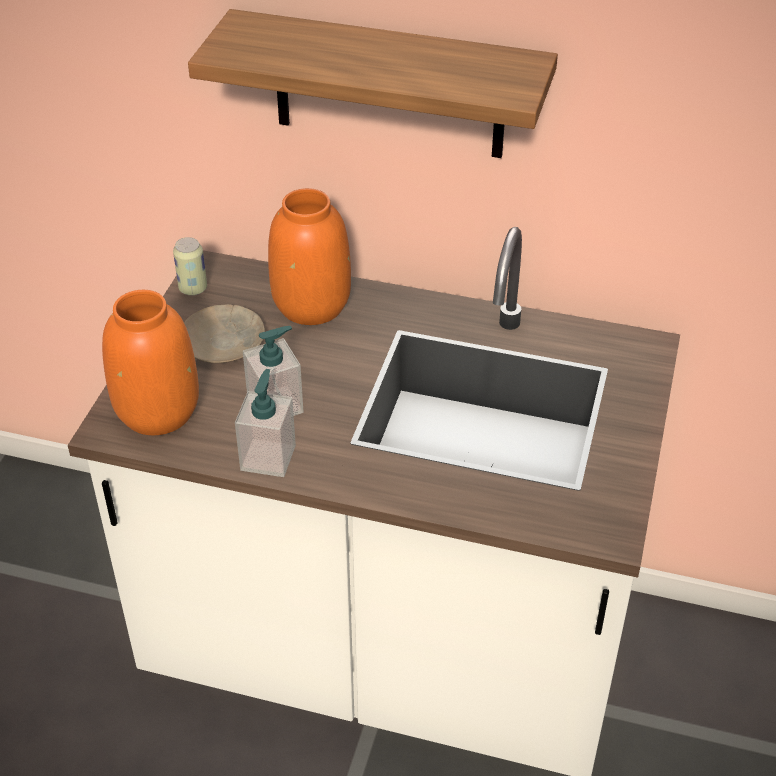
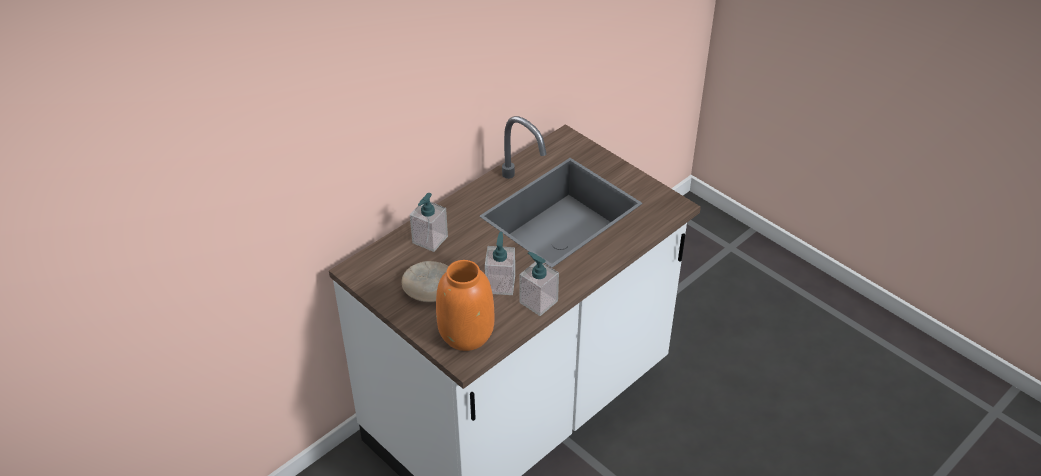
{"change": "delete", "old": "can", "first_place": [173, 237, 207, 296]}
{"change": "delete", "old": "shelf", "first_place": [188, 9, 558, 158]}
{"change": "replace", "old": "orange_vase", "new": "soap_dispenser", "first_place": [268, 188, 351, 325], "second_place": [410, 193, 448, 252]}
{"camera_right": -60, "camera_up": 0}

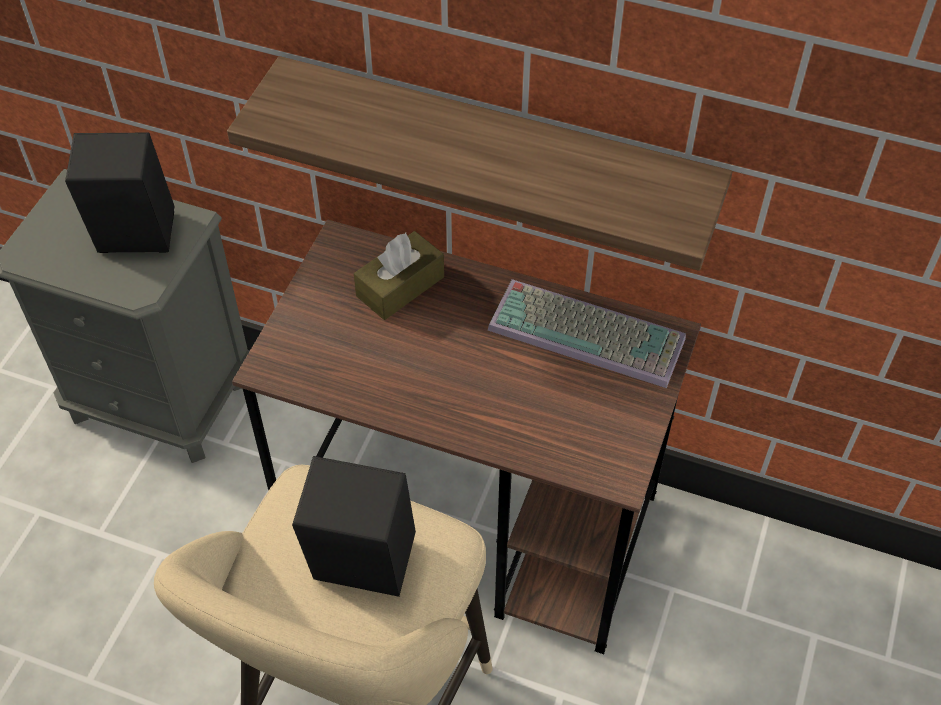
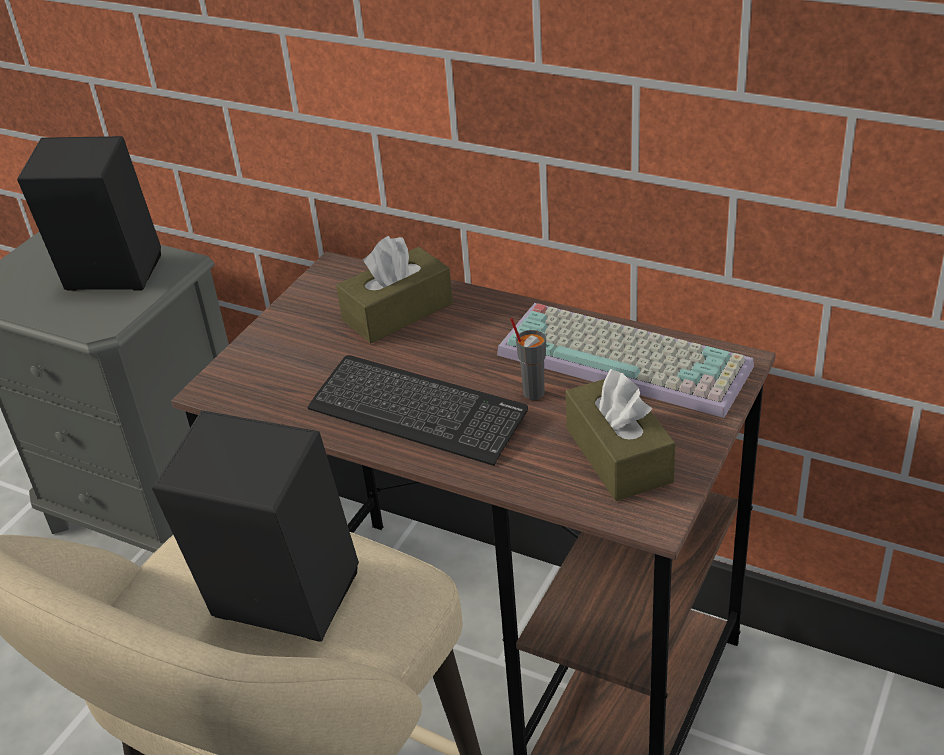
{"change": "delete", "old": "shelf", "first_place": [227, 56, 732, 271]}
{"change": "insert", "new": "keyboard", "second_place": [307, 355, 528, 466]}
{"change": "insert", "new": "grey_cup", "second_place": [510, 318, 546, 400]}
{"change": "insert", "new": "brown_tissue_box", "second_place": [565, 369, 676, 501]}
{"camera_right": 10, "camera_up": -15}

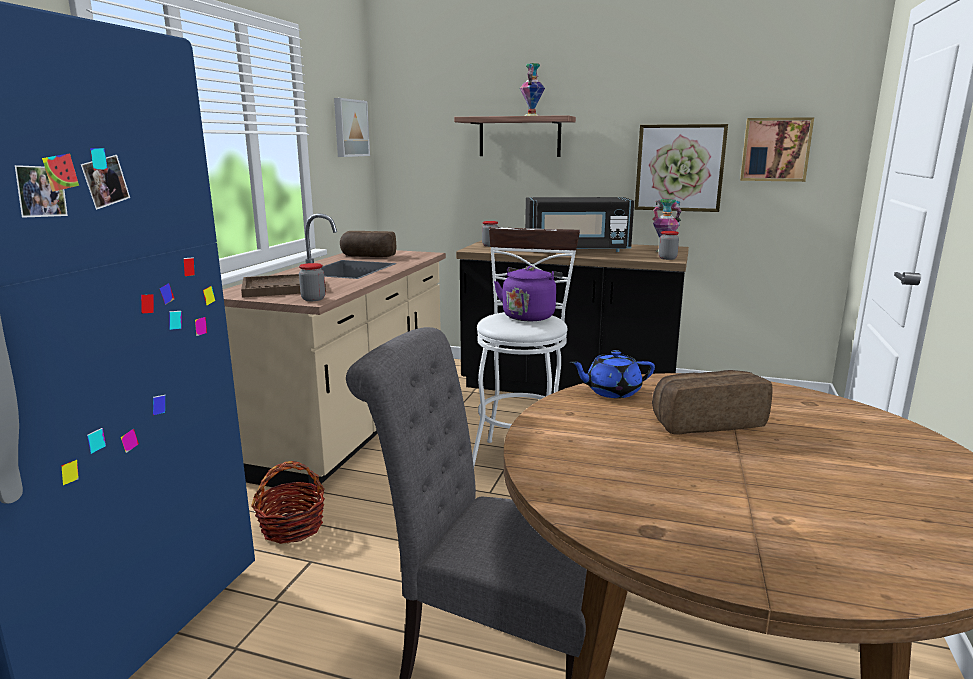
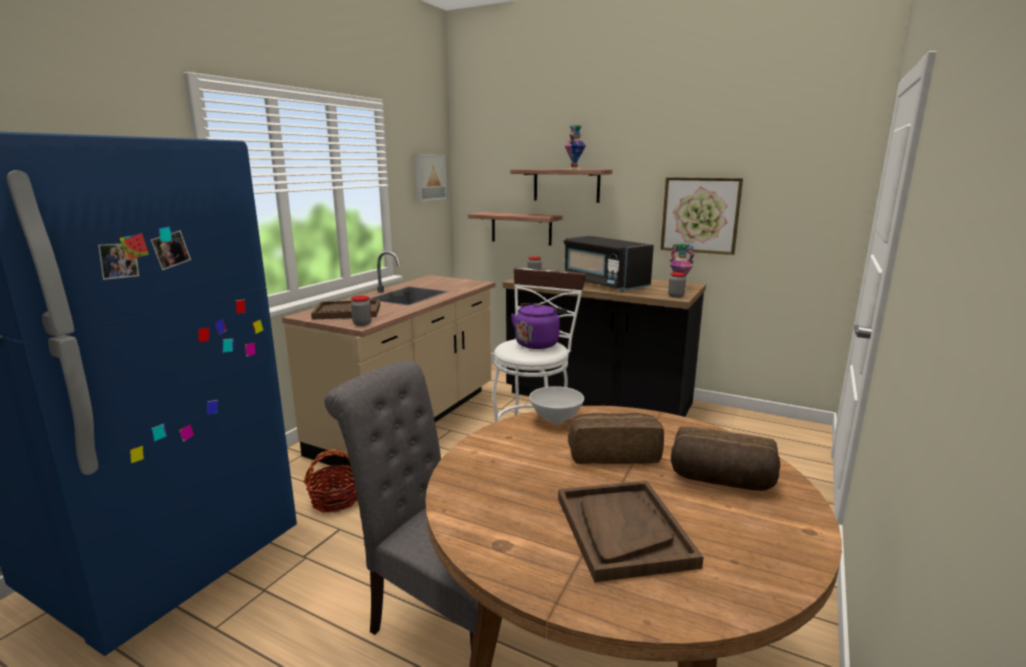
{"change": "move", "old": "bread", "first_place": [340, 231, 396, 257], "second_place": [671, 426, 780, 491]}
{"change": "rotate", "old": "black_microwave", "first_place": [525, 197, 634, 252], "second_place": [564, 236, 654, 292], "degrees": 45}
{"change": "replace", "old": "blue_teapot", "new": "white_bowl", "first_place": [570, 350, 655, 398], "second_place": [529, 386, 584, 424]}
{"change": "delete", "old": "picture", "first_place": [740, 117, 814, 182]}
{"change": "insert", "new": "shelf", "second_place": [468, 212, 562, 246]}
{"change": "insert", "new": "brown_tray", "second_place": [558, 481, 704, 582]}
{"camera_right": 10, "camera_up": 0}

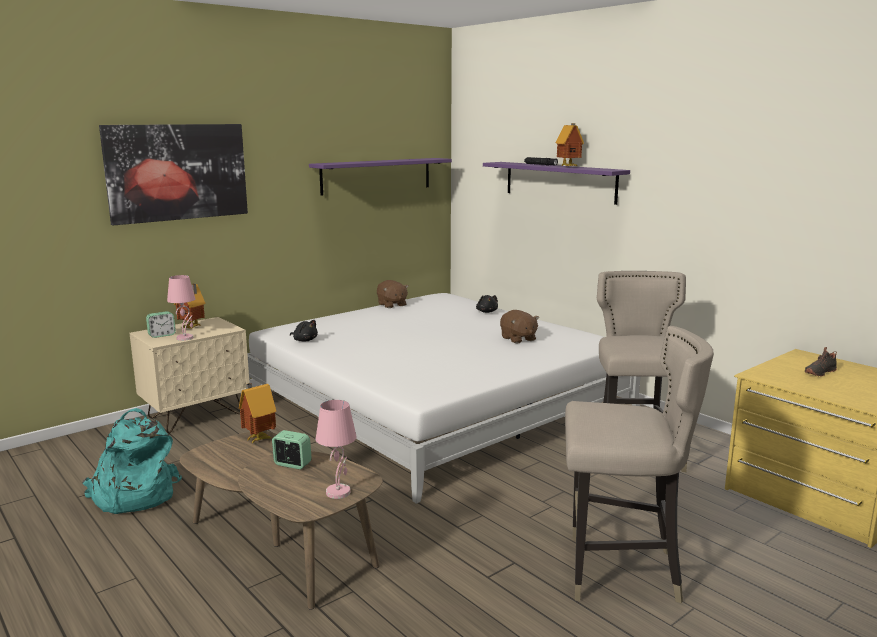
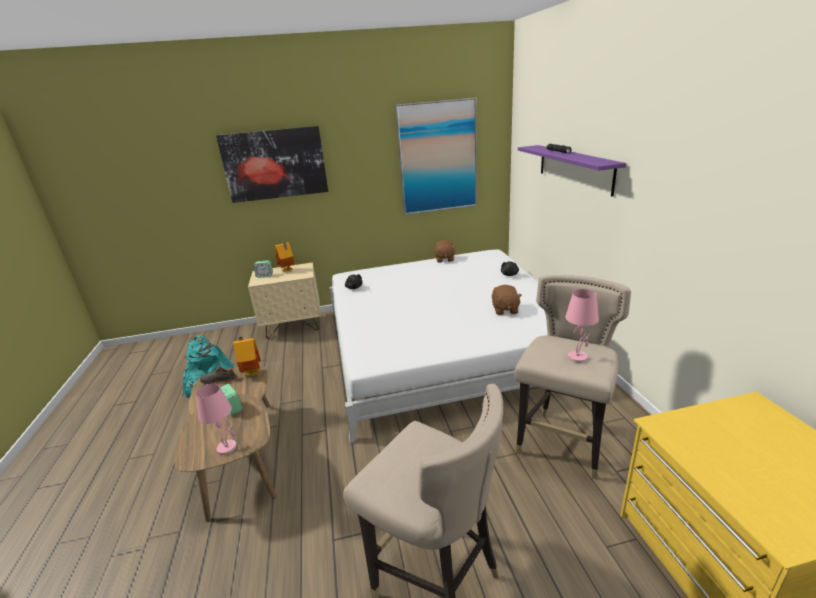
{"change": "move", "old": "pink_table_lamp", "first_place": [167, 275, 195, 341], "second_place": [565, 289, 599, 363]}
{"change": "replace", "old": "purple_shelf", "new": "picture", "first_place": [309, 158, 452, 196], "second_place": [395, 98, 477, 215]}
{"change": "delete", "old": "toy_house", "first_place": [556, 123, 584, 166]}
{"change": "move", "old": "black_shoe", "first_place": [805, 347, 837, 377], "second_place": [200, 364, 236, 384]}
{"camera_right": 30, "camera_up": 10}

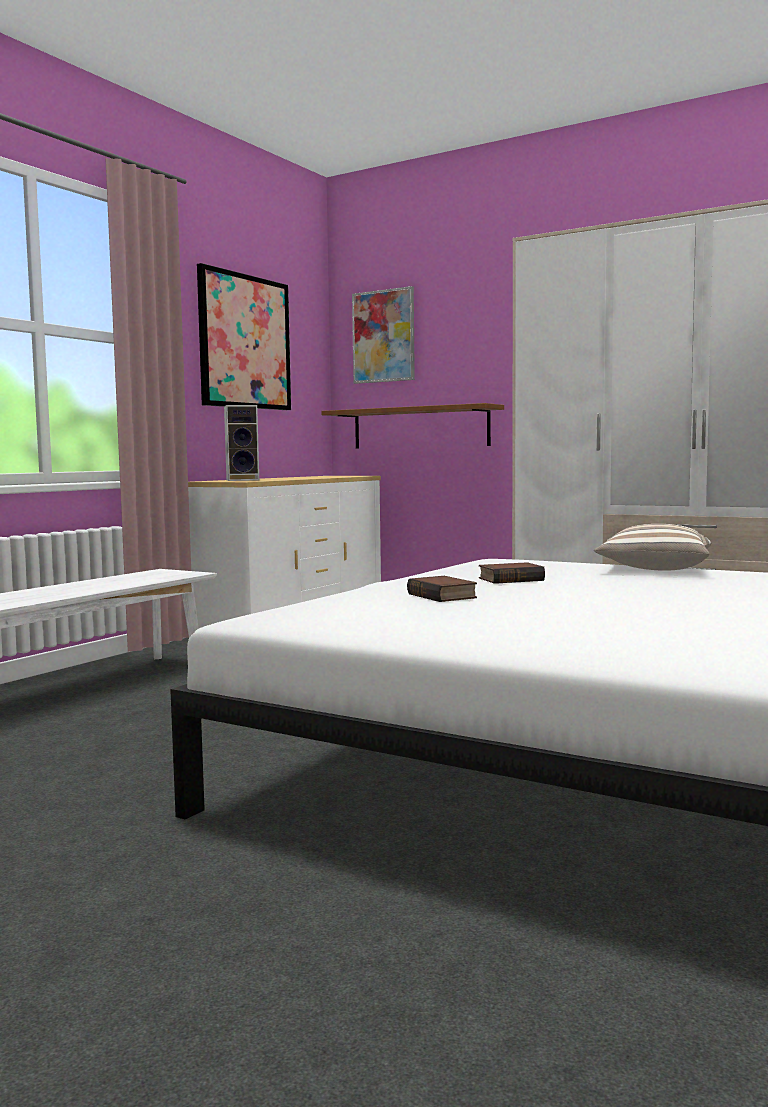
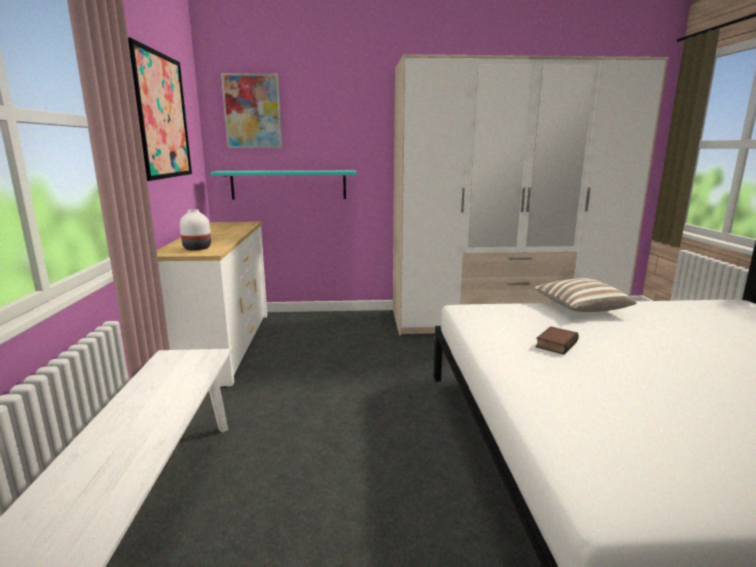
{"change": "replace", "old": "speaker", "new": "white_vase", "first_place": [224, 405, 259, 481], "second_place": [180, 209, 211, 250]}
{"change": "recolor", "old": "brown_shelf", "new": "turquoise_shelf", "first_place": [321, 403, 504, 449], "second_place": [210, 170, 357, 200]}
{"change": "delete", "old": "book", "first_place": [407, 576, 477, 602]}
{"camera_right": -35, "camera_up": 10}

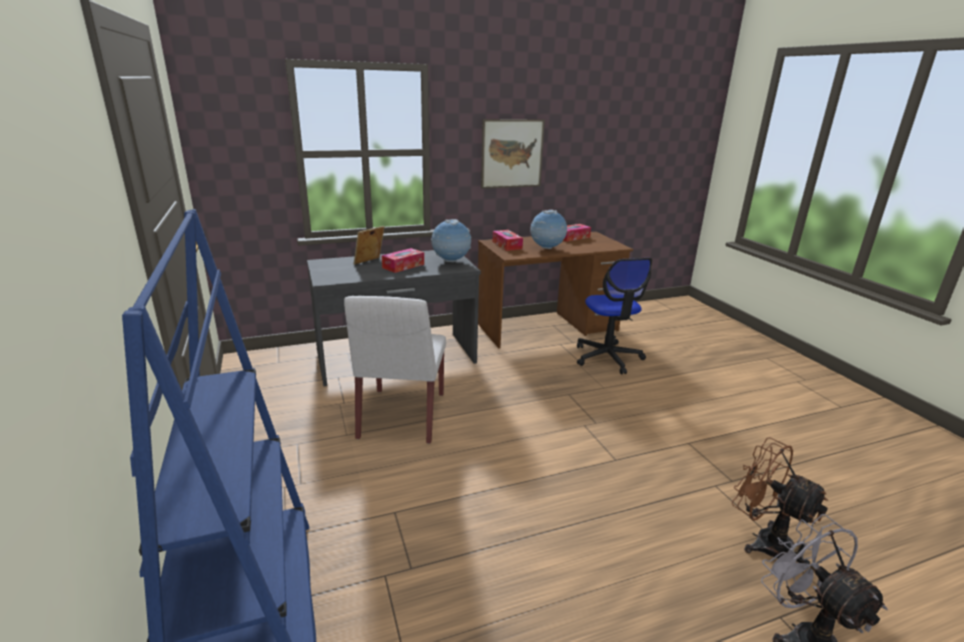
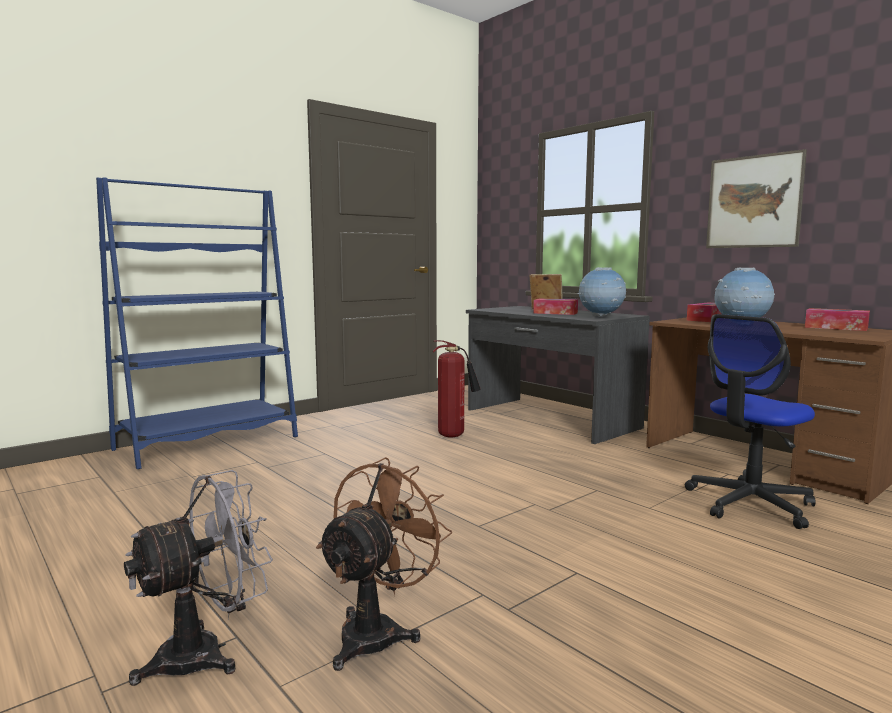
{"change": "replace", "old": "white_chair", "new": "fire_extinguisher", "first_place": [344, 296, 446, 444], "second_place": [433, 340, 480, 437]}
{"camera_right": 70, "camera_up": -15}

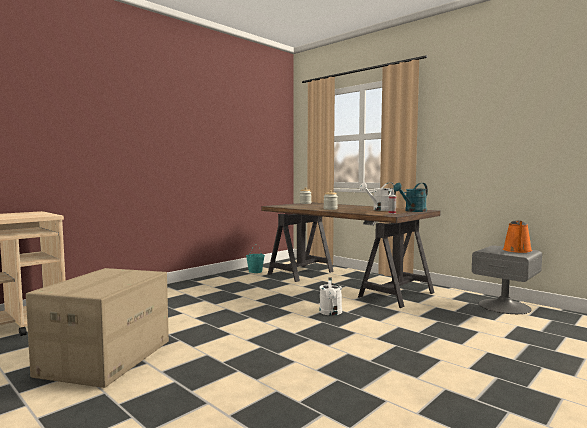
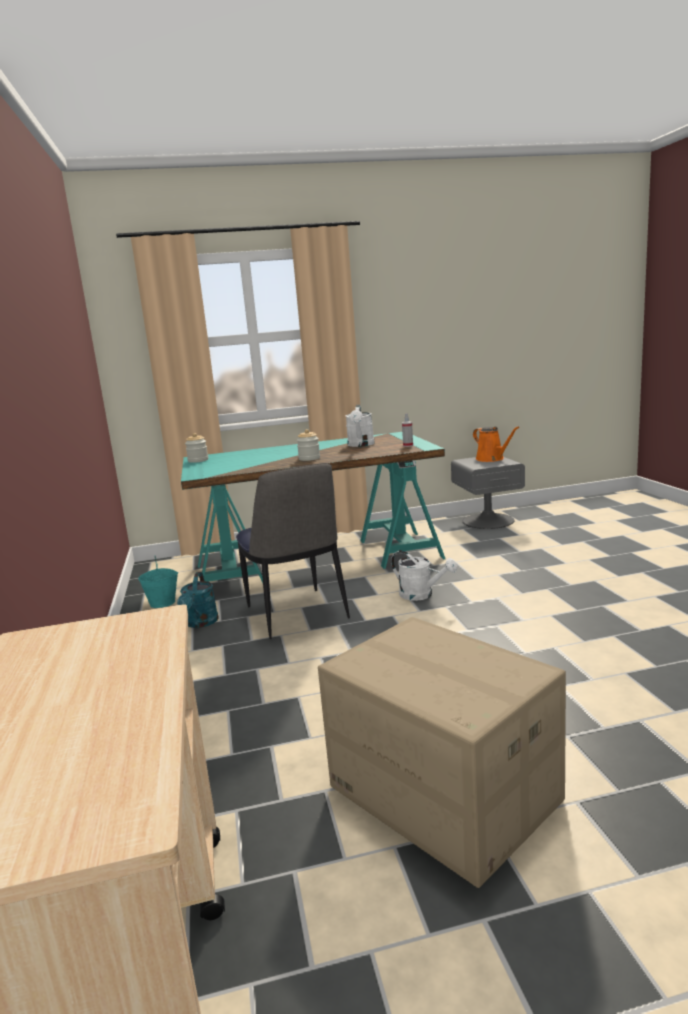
{"change": "recolor", "old": "brown_desk", "new": "turquoise_desk", "first_place": [262, 202, 440, 308], "second_place": [181, 432, 445, 583]}
{"change": "move", "old": "turquoise_watering_can", "first_place": [393, 183, 428, 212], "second_place": [177, 572, 219, 628]}
{"change": "insert", "new": "chair", "second_place": [236, 463, 350, 639]}
{"camera_right": -55, "camera_up": 10}

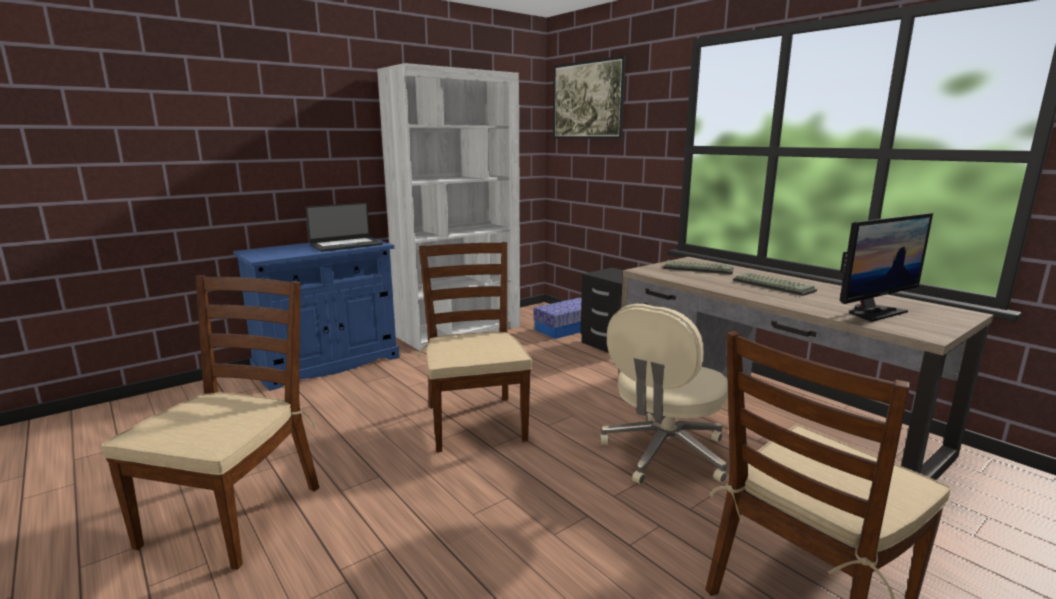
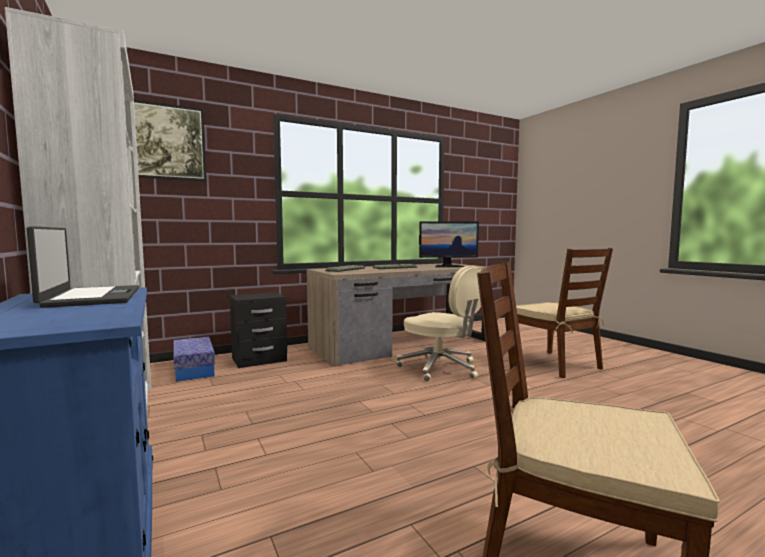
{"change": "delete", "old": "brown_chair", "first_place": [417, 242, 532, 452]}
{"change": "rotate", "old": "monitor", "first_place": [840, 213, 933, 322], "second_place": [419, 221, 479, 267], "degrees": 105}
{"camera_right": -80, "camera_up": -10}

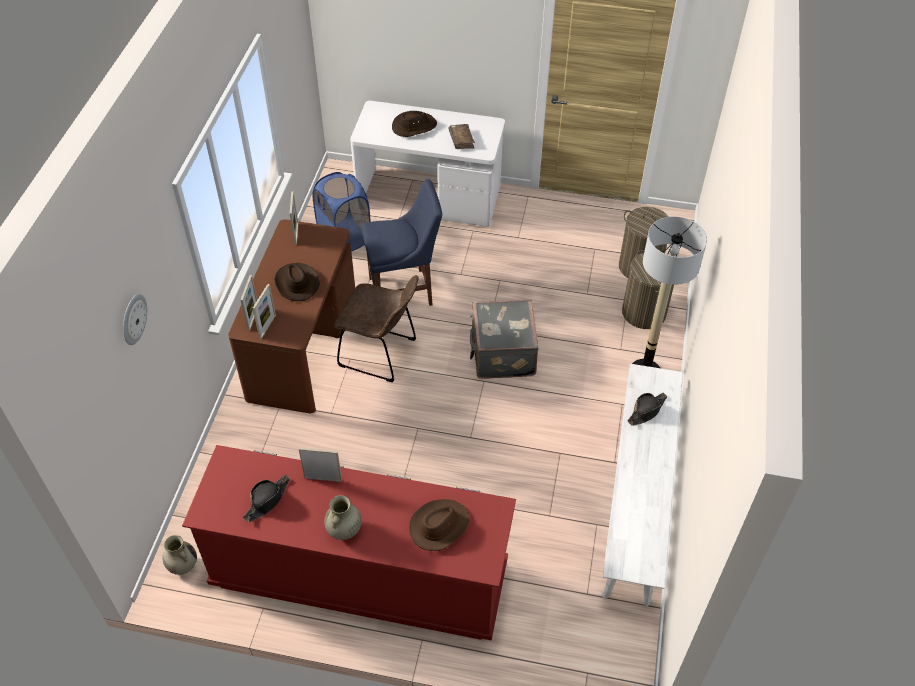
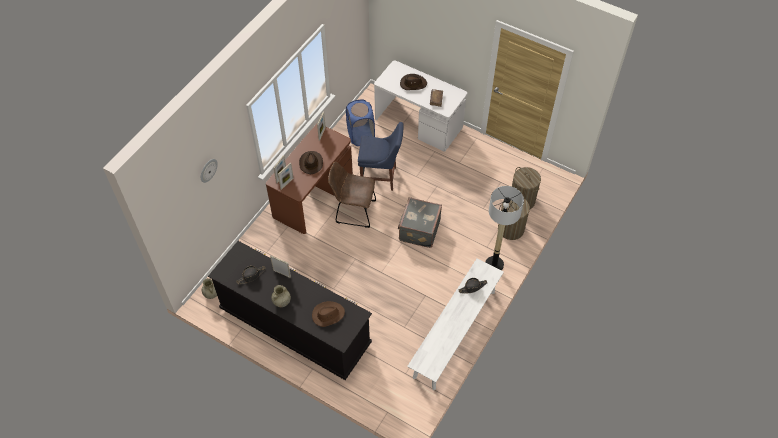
{"change": "recolor", "old": "red_dresser", "new": "black_dresser", "first_place": [182, 445, 516, 641], "second_place": [208, 241, 372, 380]}
{"change": "rotate", "old": "brown_chair", "first_place": [334, 275, 419, 382], "second_place": [328, 162, 376, 228], "degrees": 150}
{"camera_right": 20, "camera_up": 5}

